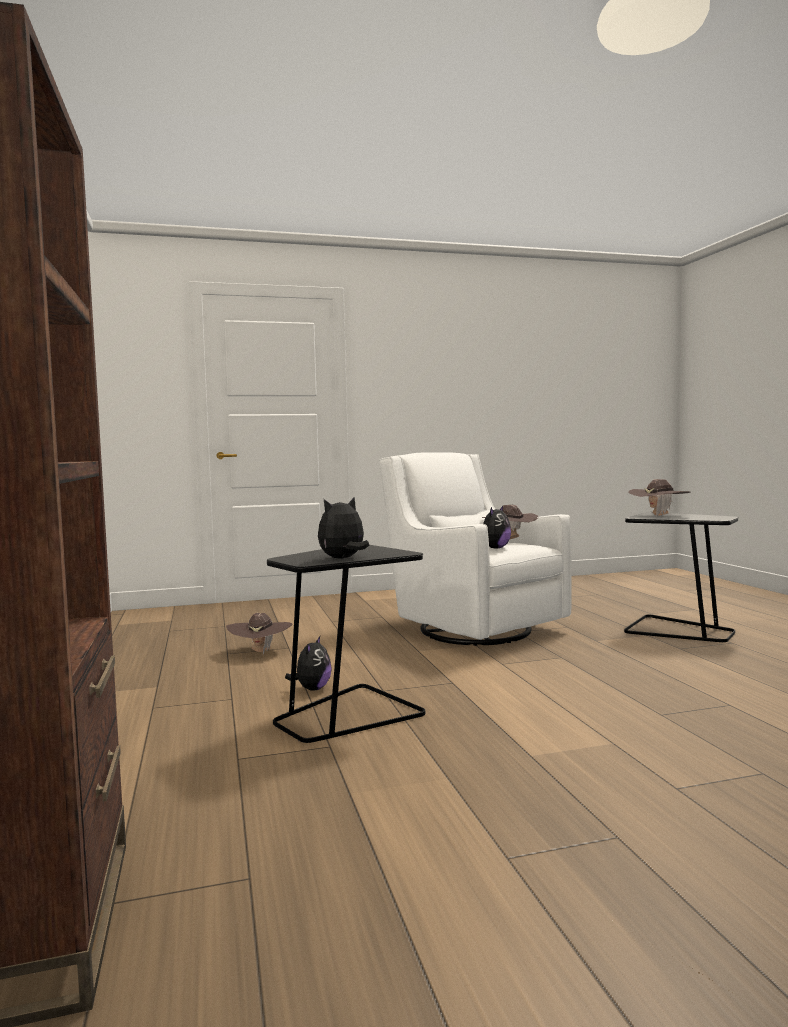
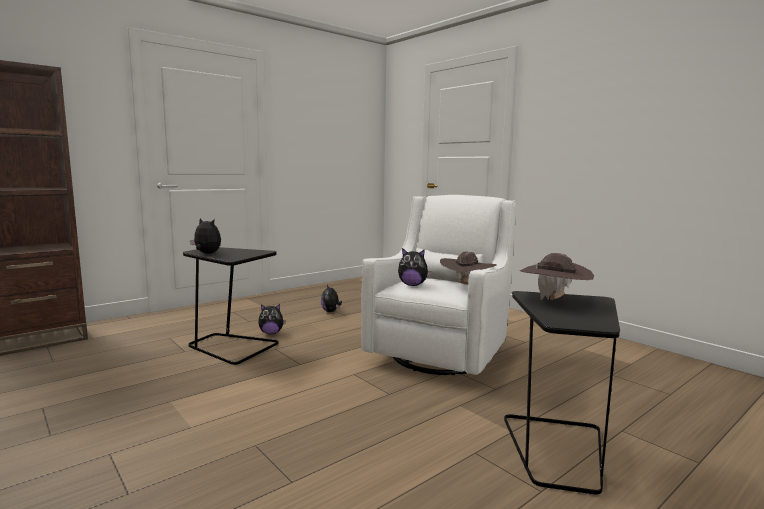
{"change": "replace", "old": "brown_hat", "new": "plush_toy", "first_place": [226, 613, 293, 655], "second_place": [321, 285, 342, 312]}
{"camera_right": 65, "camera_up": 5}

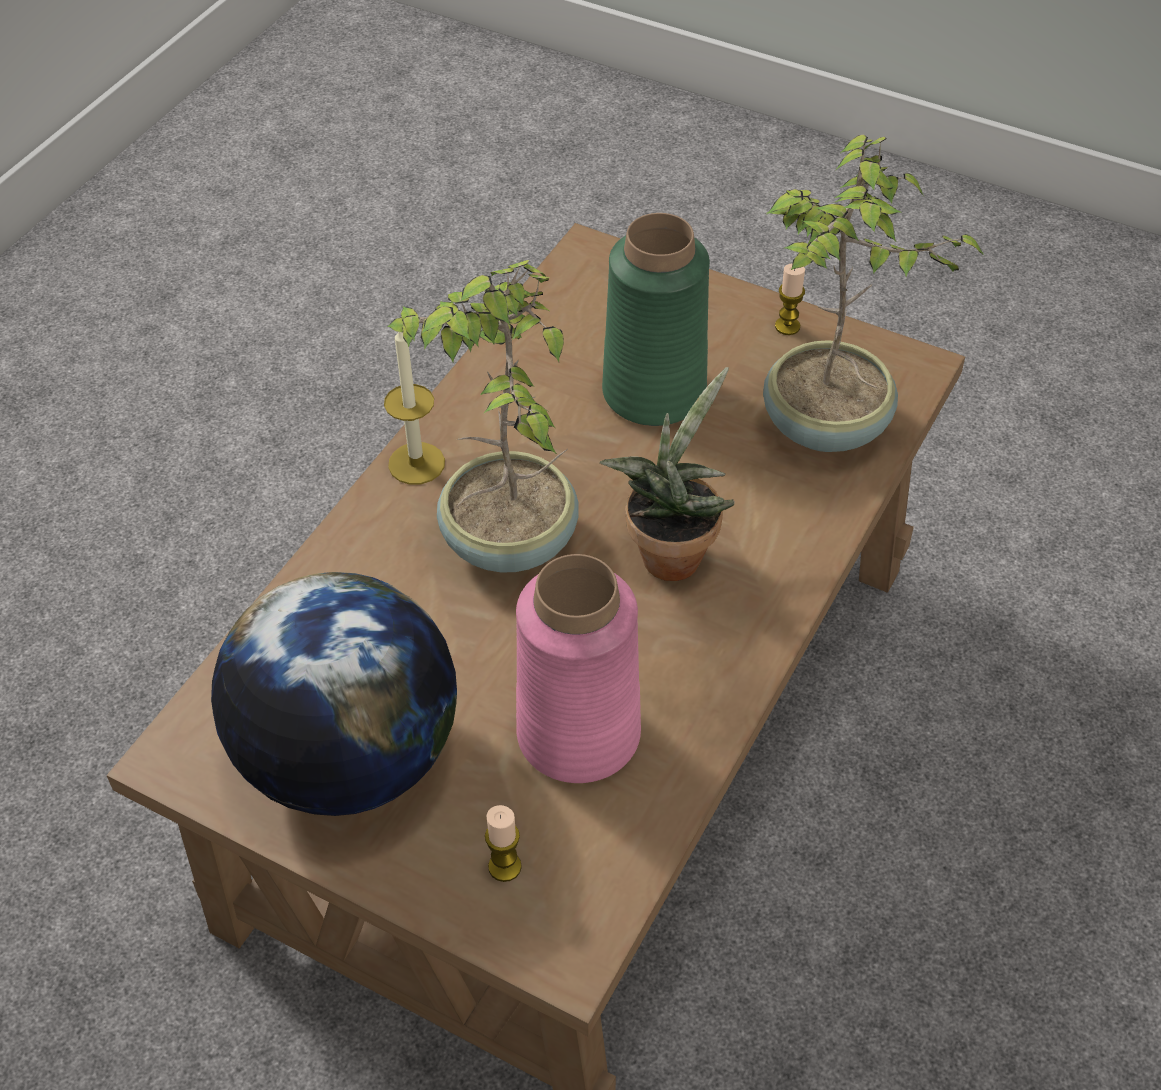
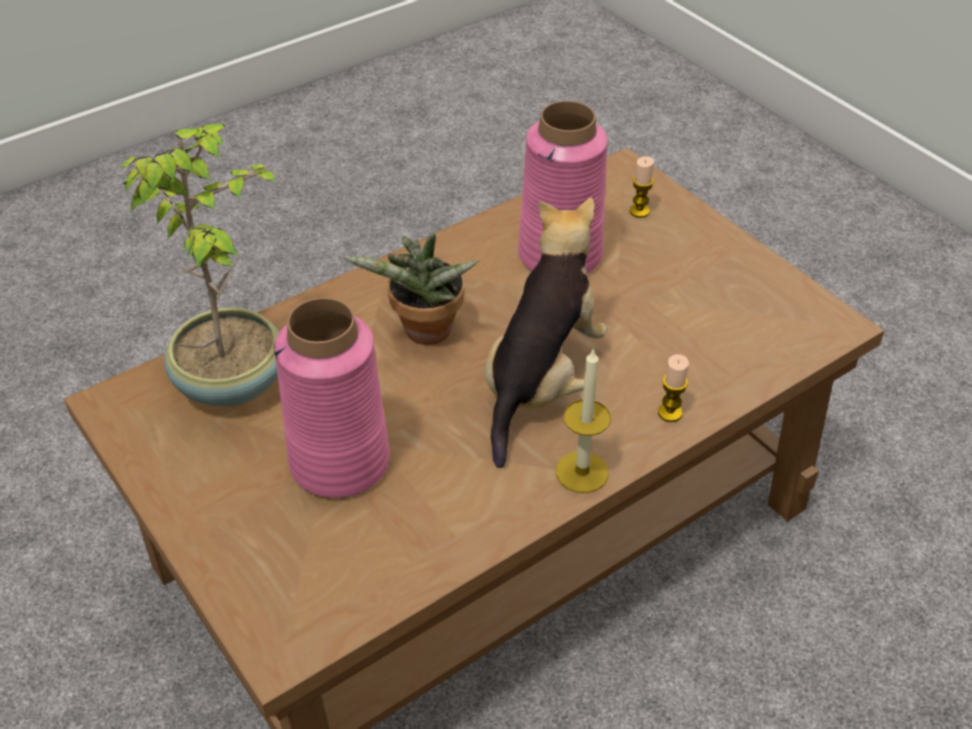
{"change": "delete", "old": "globe", "first_place": [211, 572, 457, 816]}
{"change": "replace", "old": "potted_plant", "new": "plush_toy", "first_place": [387, 260, 579, 572], "second_place": [485, 197, 607, 468]}
{"change": "recolor", "old": "green_vase", "new": "pink_vase", "first_place": [602, 213, 710, 426], "second_place": [274, 298, 390, 498]}
{"change": "move", "old": "candle", "first_place": [775, 263, 805, 335], "second_place": [658, 354, 689, 422]}
{"camera_right": -155, "camera_up": -5}

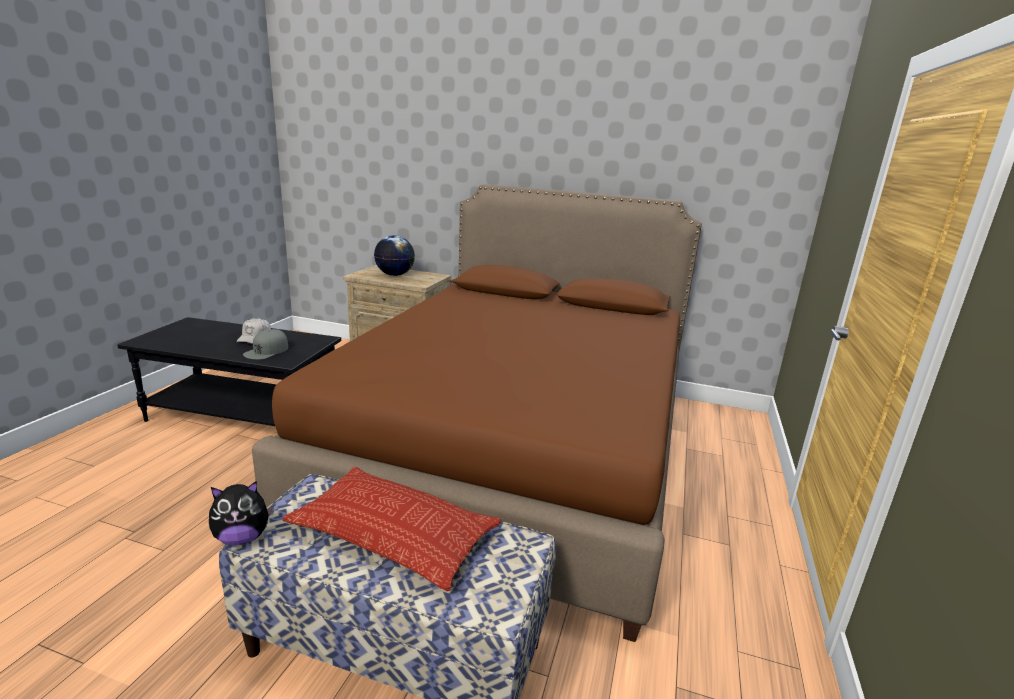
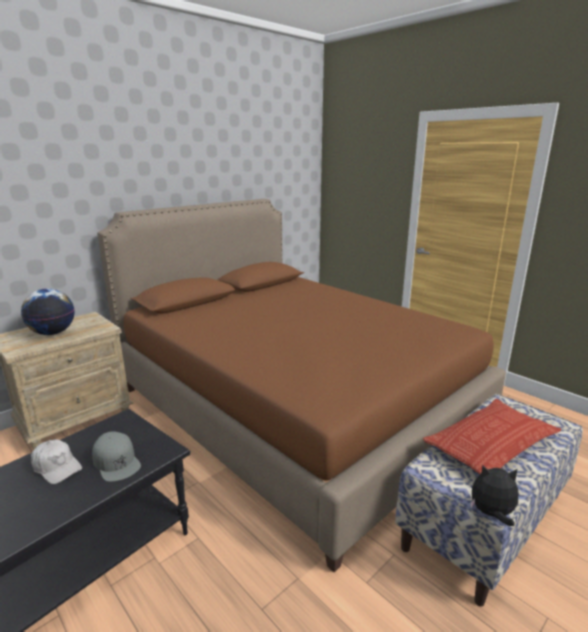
{"change": "rotate", "old": "plush_toy", "first_place": [209, 481, 274, 545], "second_place": [470, 465, 518, 526], "degrees": -90}
{"camera_right": -60, "camera_up": 0}

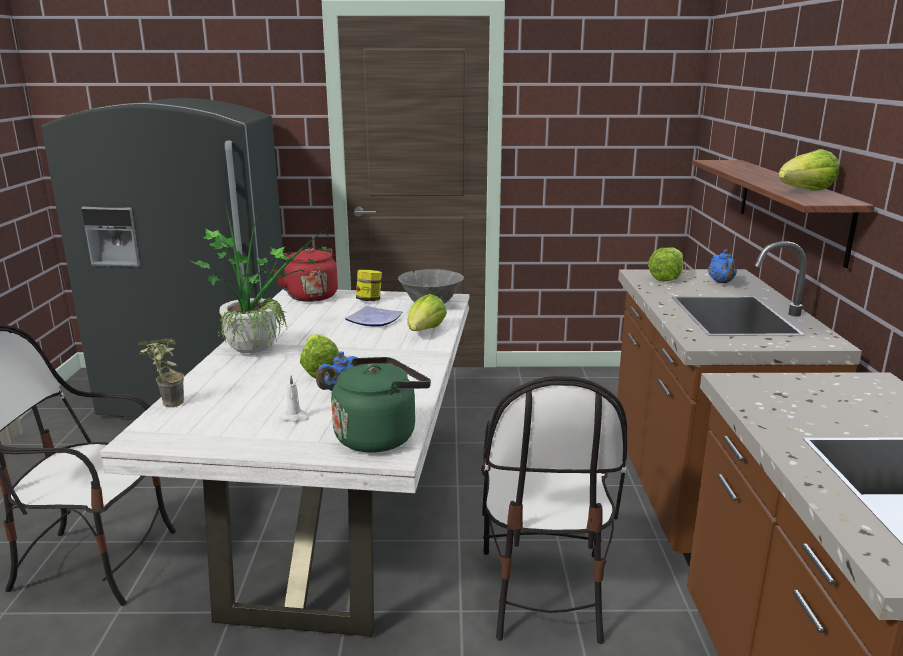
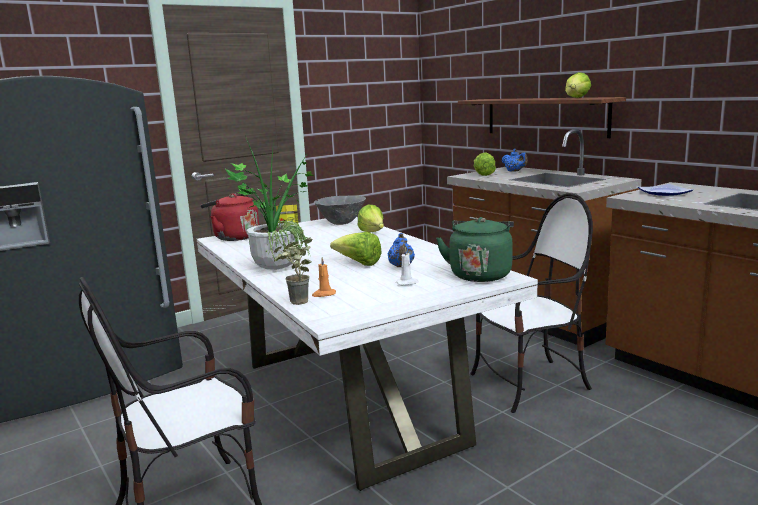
{"change": "move", "old": "plate", "first_place": [345, 306, 403, 326], "second_place": [638, 184, 693, 196]}
{"change": "rotate", "old": "chair", "first_place": [482, 376, 627, 644], "second_place": [471, 193, 593, 413], "degrees": -75}
{"change": "insert", "new": "orange_candle", "second_place": [312, 257, 336, 297]}
{"camera_right": -35, "camera_up": -5}

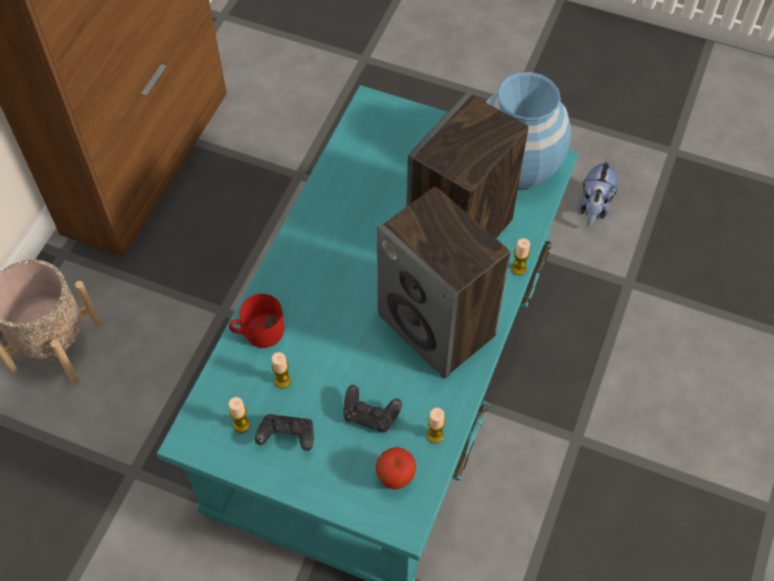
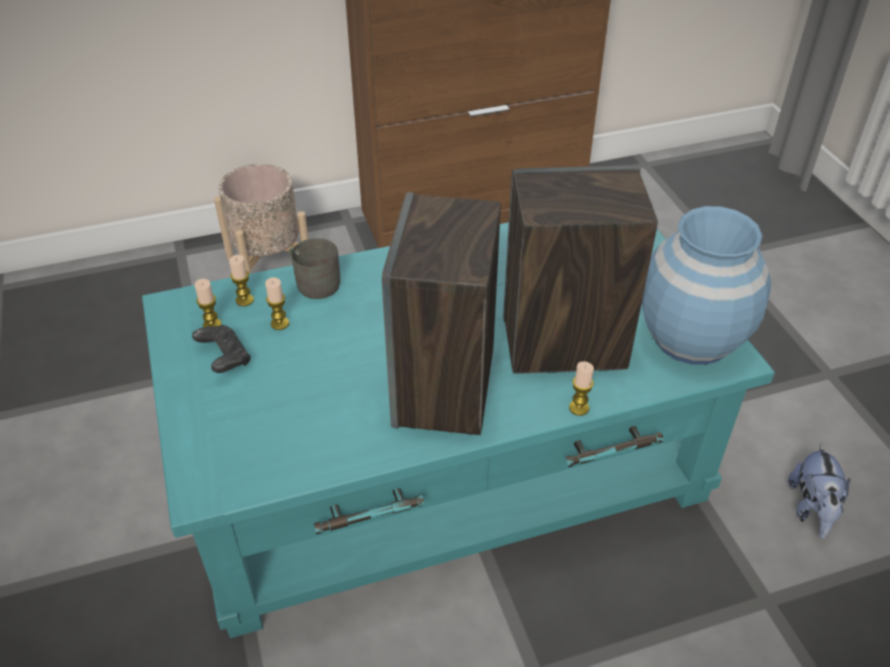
{"change": "recolor", "old": "red_mug", "new": "grey_mug", "first_place": [229, 294, 284, 348], "second_place": [289, 238, 340, 299]}
{"change": "delete", "old": "black_game_controller", "first_place": [344, 385, 402, 433]}
{"change": "delete", "old": "apple", "first_place": [376, 447, 416, 490]}
{"change": "move", "old": "candle", "first_place": [427, 408, 445, 443], "second_place": [229, 255, 254, 306]}
{"change": "rotate", "old": "plush_toy", "first_place": [580, 157, 618, 227], "second_place": [788, 442, 850, 539], "degrees": -60}
{"camera_right": 50, "camera_up": -15}

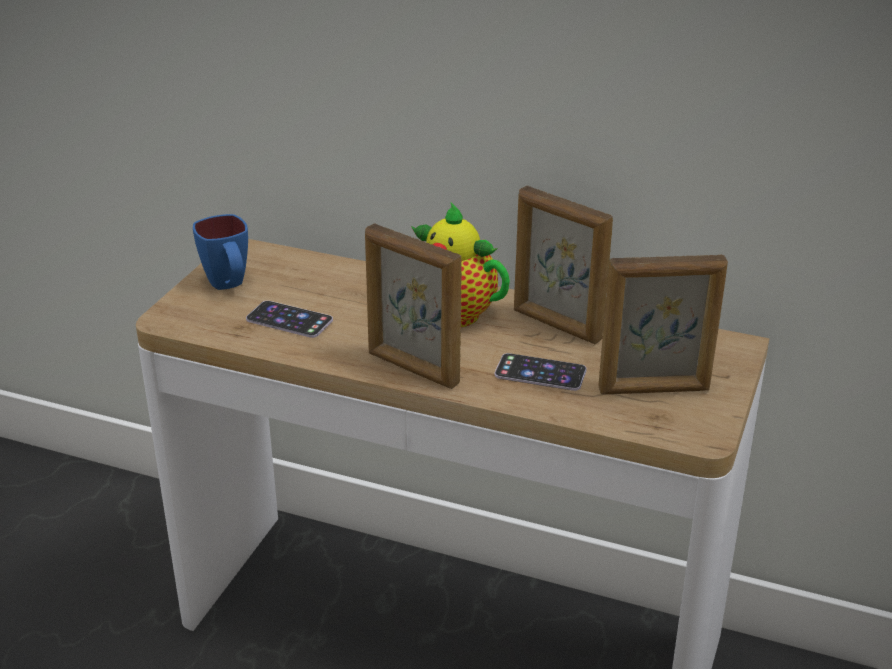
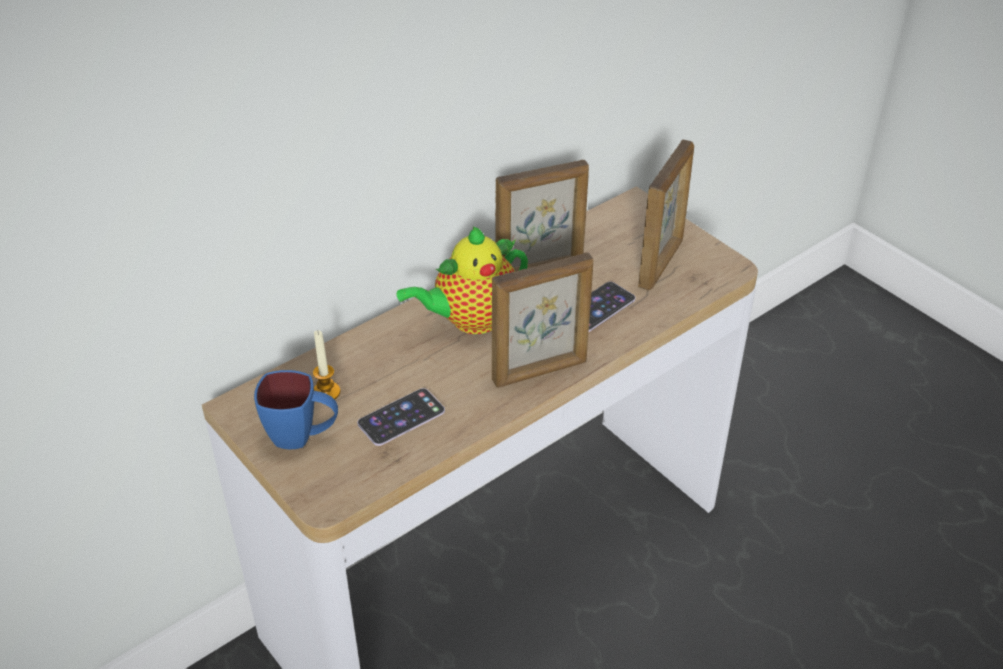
{"change": "insert", "new": "candle", "second_place": [313, 330, 340, 399]}
{"camera_right": -60, "camera_up": 10}

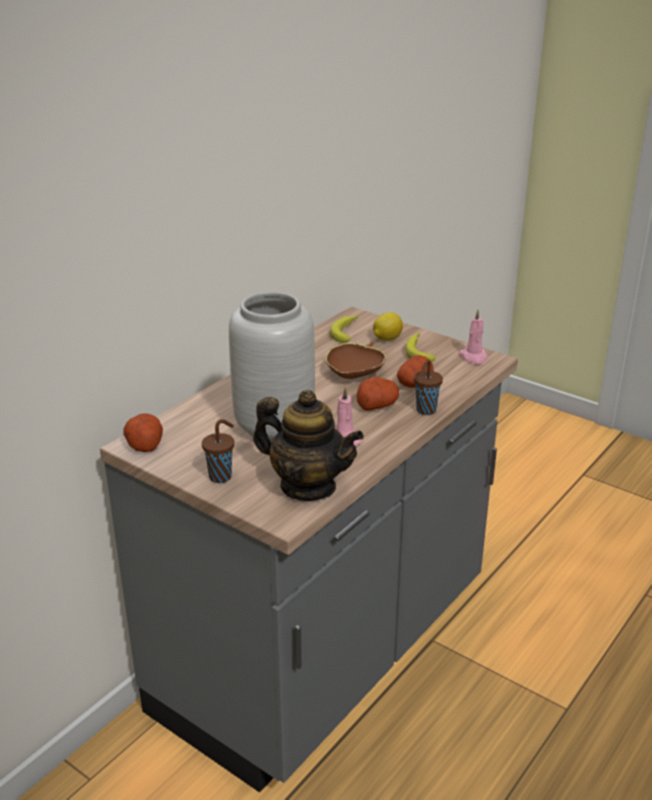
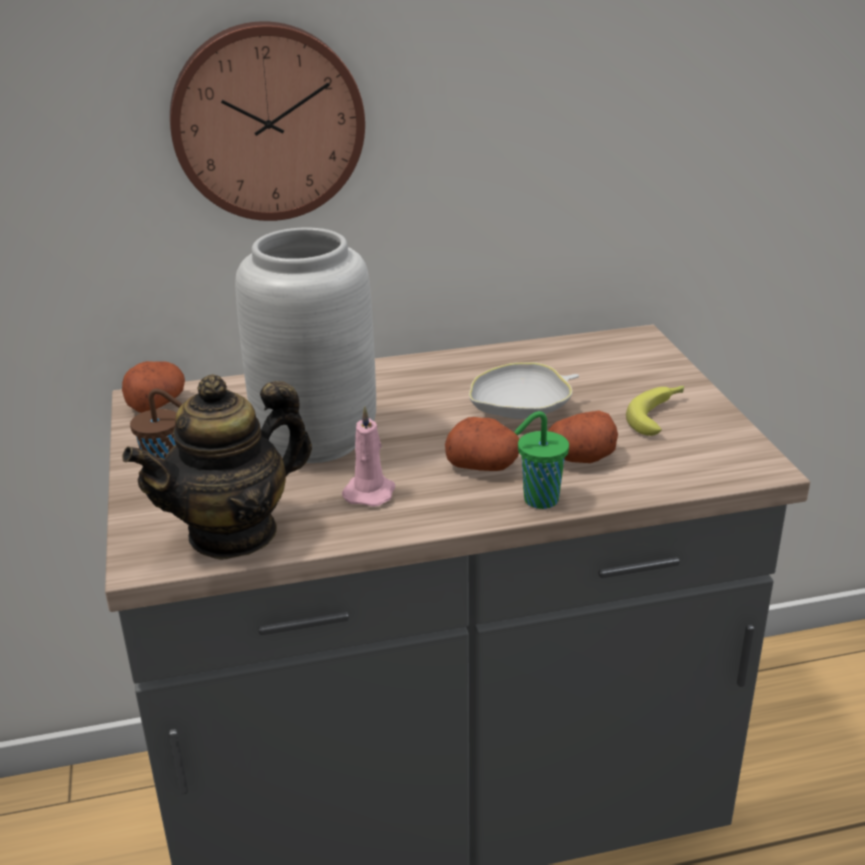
{"change": "rotate", "old": "teapot", "first_place": [253, 390, 364, 501], "second_place": [122, 374, 312, 560], "degrees": 75}
{"change": "recolor", "old": "brown_bowl", "new": "white_bowl", "first_place": [326, 342, 386, 379], "second_place": [469, 362, 579, 419]}
{"change": "delete", "old": "banana", "first_place": [330, 315, 358, 343]}
{"change": "delete", "old": "lemon", "first_place": [373, 312, 403, 341]}
{"change": "recolor", "old": "brown_cup", "new": "green_cup", "first_place": [414, 360, 443, 415], "second_place": [514, 411, 569, 509]}
{"change": "delete", "old": "pink_candle", "first_place": [459, 310, 488, 365]}
{"change": "insert", "new": "wall_clock", "second_place": [170, 21, 365, 221]}
{"camera_right": 40, "camera_up": 0}

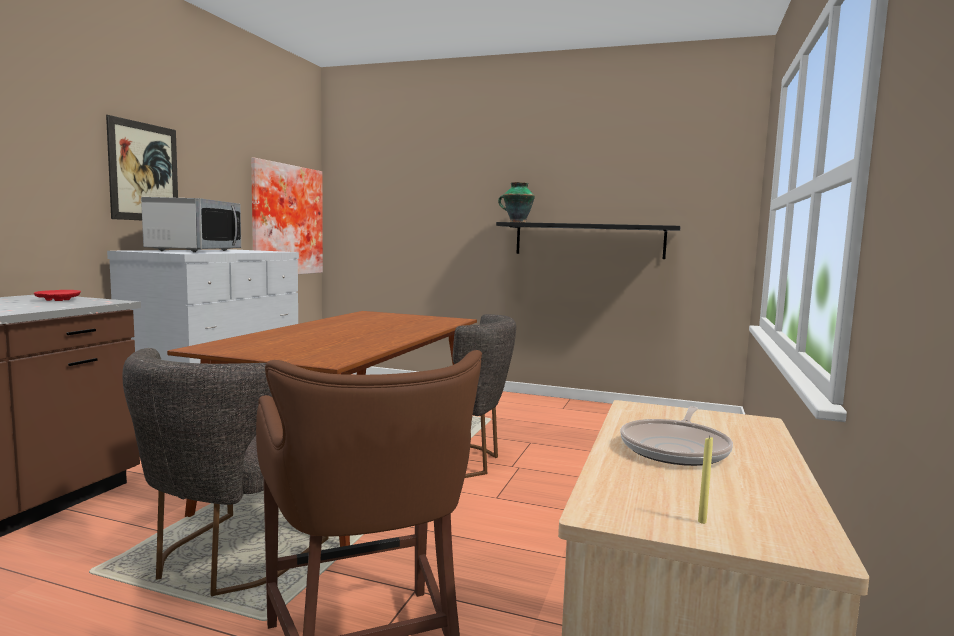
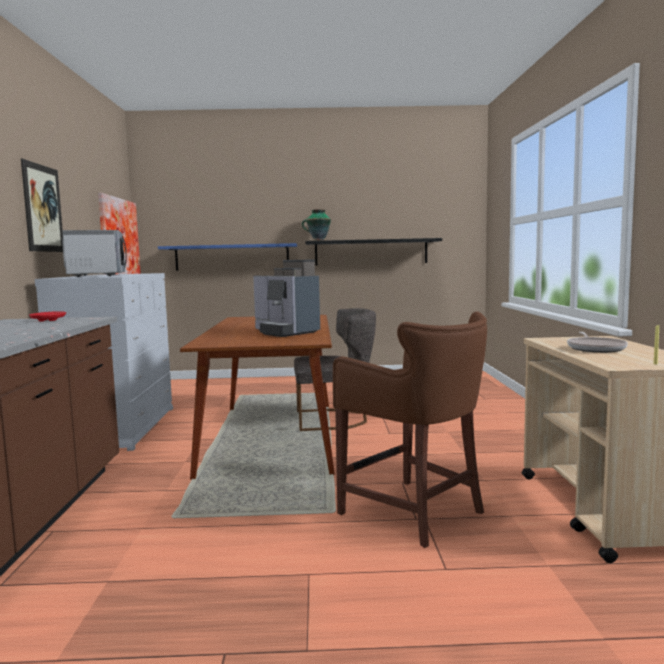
{"change": "delete", "old": "grey_chair", "first_place": [122, 348, 329, 596]}
{"change": "insert", "new": "blue_shelf", "second_place": [158, 243, 297, 271]}
{"change": "insert", "new": "coffee_machine", "second_place": [253, 259, 320, 337]}
{"camera_right": -20, "camera_up": 0}

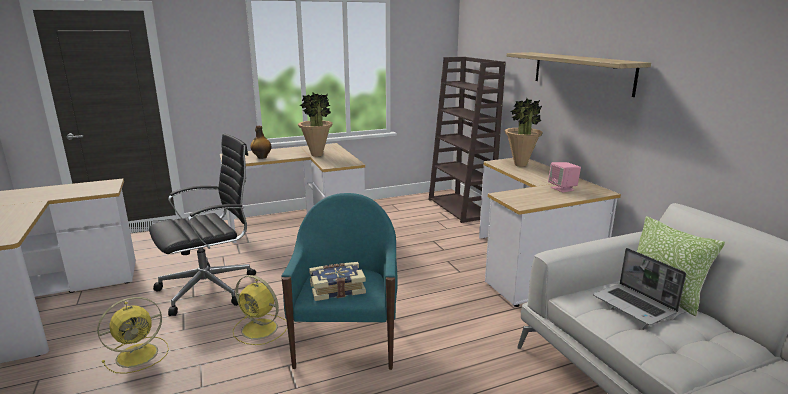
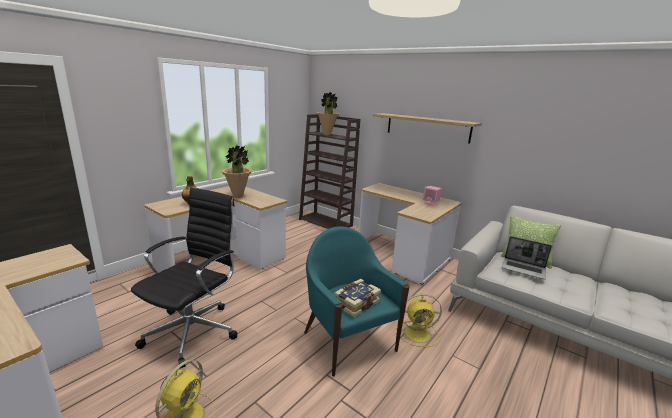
{"change": "move", "old": "yellow_fan", "first_place": [233, 275, 287, 345], "second_place": [395, 294, 442, 347]}
{"change": "move", "old": "potted_plant", "first_place": [505, 98, 543, 167], "second_place": [317, 92, 339, 135]}
{"camera_right": -30, "camera_up": 0}

